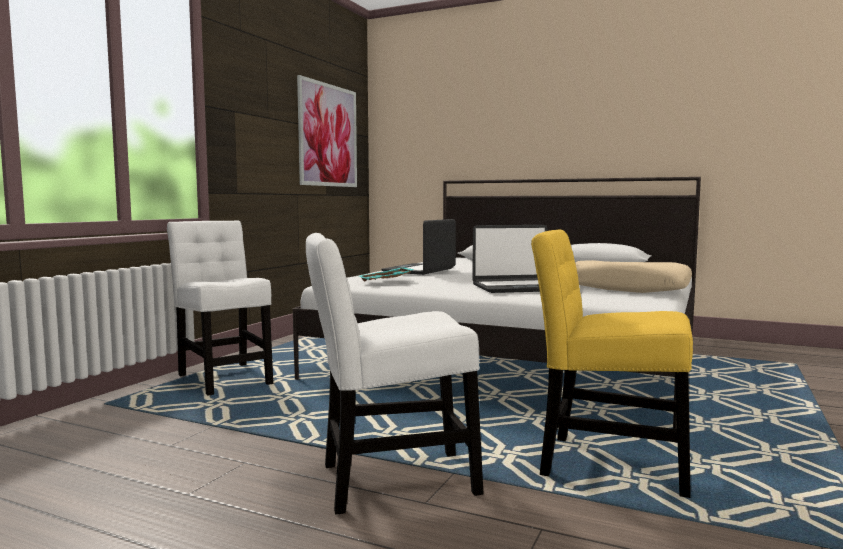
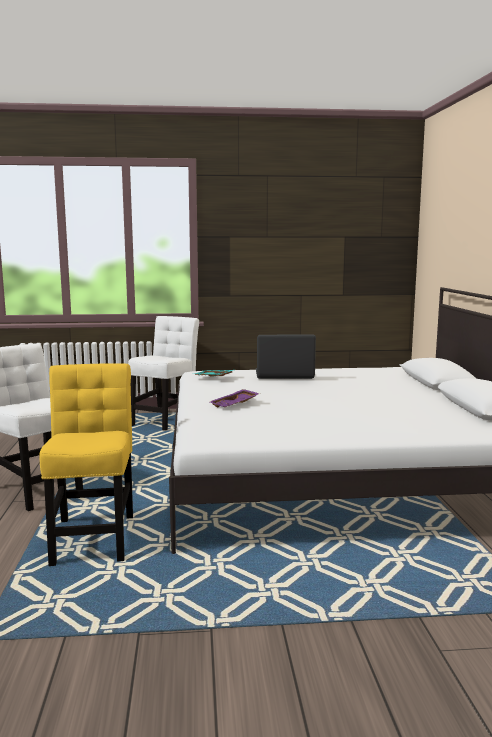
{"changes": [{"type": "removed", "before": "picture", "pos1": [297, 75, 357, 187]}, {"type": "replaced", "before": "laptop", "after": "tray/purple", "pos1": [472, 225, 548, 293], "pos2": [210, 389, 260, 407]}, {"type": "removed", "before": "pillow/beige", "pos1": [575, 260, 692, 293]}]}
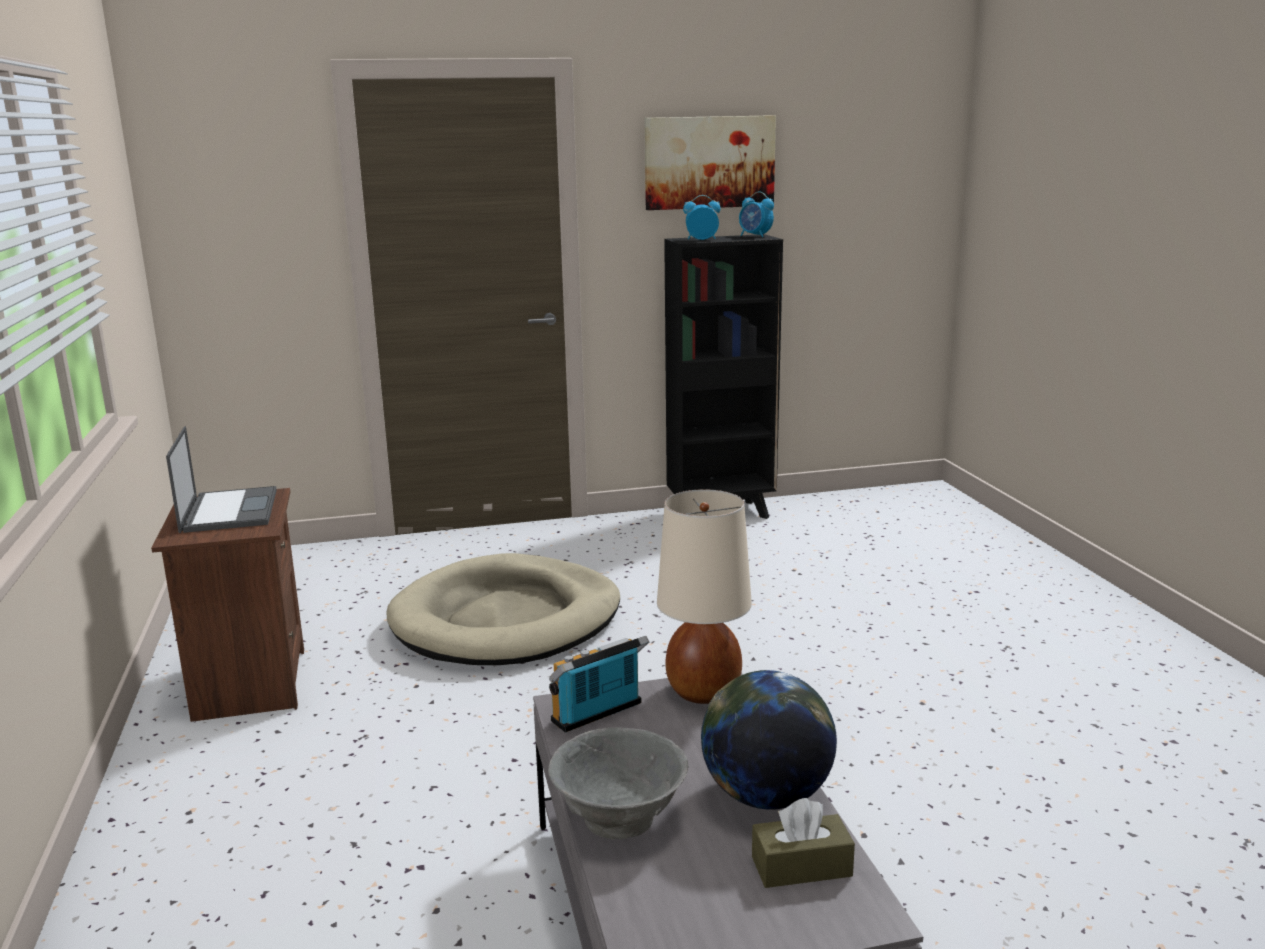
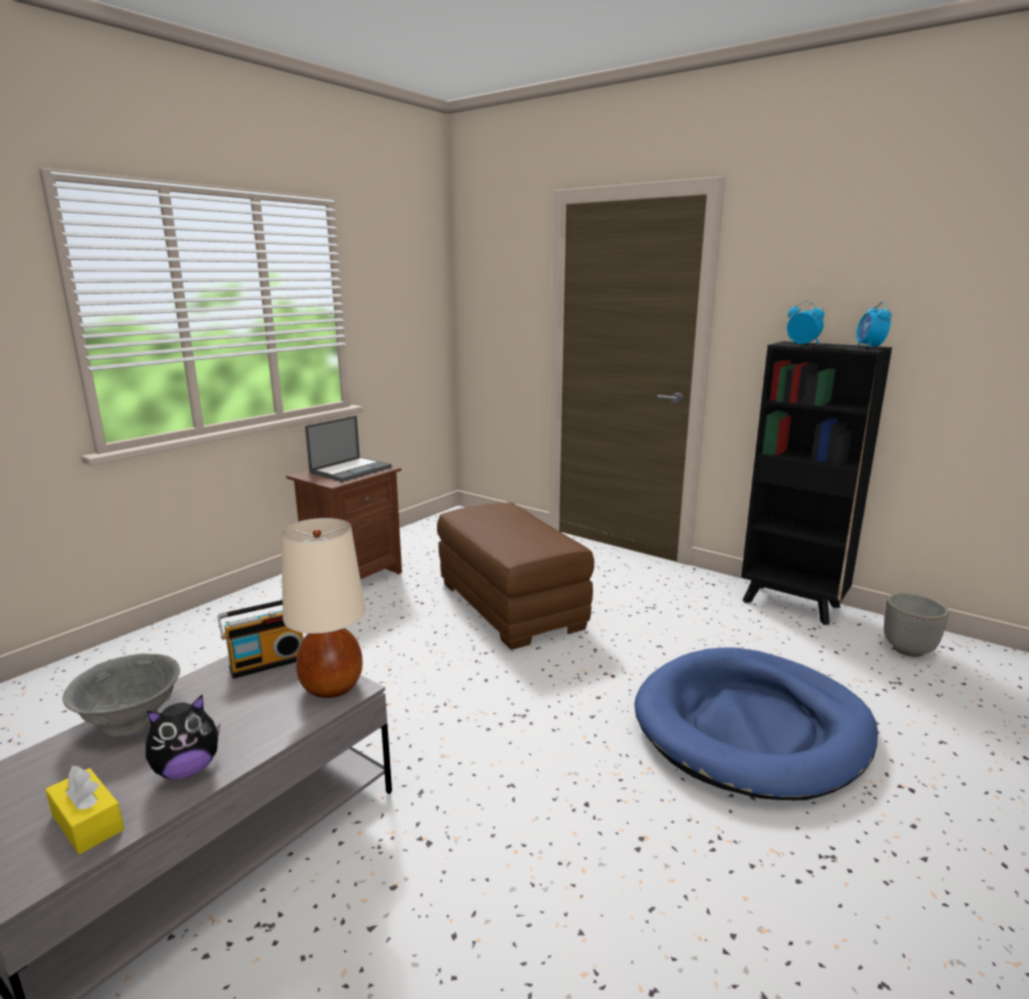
{"changes": [{"type": "removed", "before": "picture", "pos1": [644, 115, 776, 210]}, {"type": "replaced", "before": "dog bed/beige", "after": "ottoman/brown", "pos1": [387, 553, 620, 665], "pos2": [437, 502, 594, 650]}, {"type": "turned", "before": "radio", "pos1": [549, 636, 649, 733], "pos2": [218, 600, 303, 679], "turn": 135}, {"type": "replaced", "before": "globe", "after": "plush toy", "pos1": [701, 670, 837, 810], "pos2": [146, 695, 220, 779]}, {"type": "recoloured", "before": "tissue box/brown", "after": "tissue box/yellow", "pos1": [752, 798, 855, 888], "pos2": [45, 766, 124, 854]}, {"type": "added", "after": "planter", "pos2": [884, 593, 949, 657]}, {"type": "added", "after": "dog bed/blue", "pos2": [634, 647, 878, 800]}]}
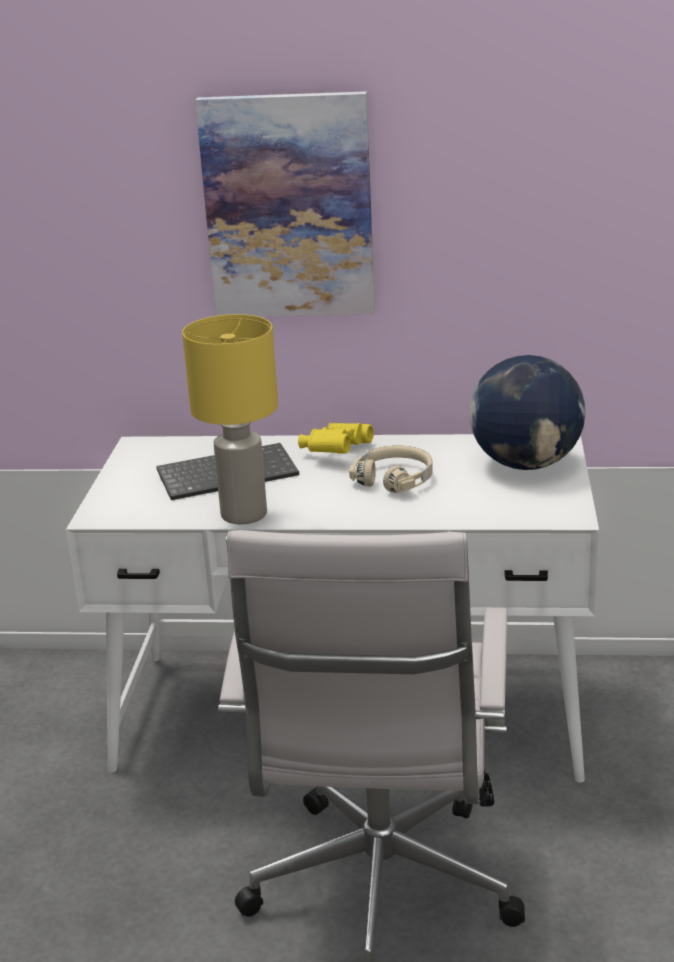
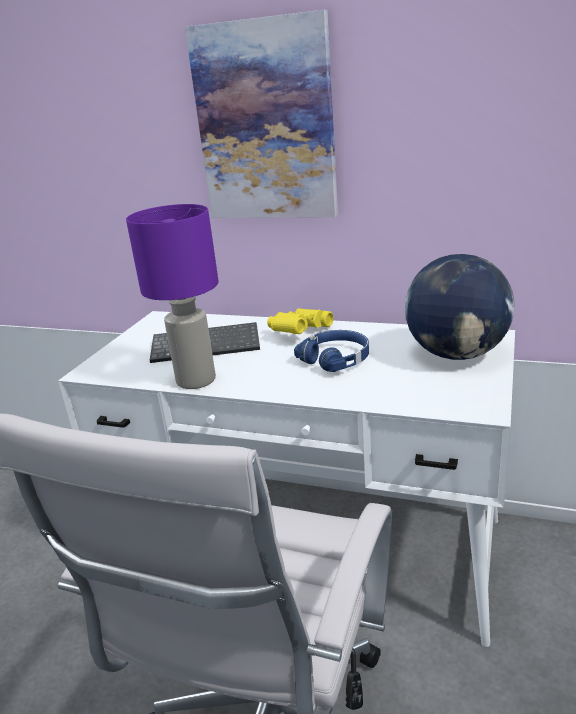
{"changes": [{"type": "recoloured", "before": "table lamp/yellow", "after": "table lamp/purple", "pos1": [182, 314, 278, 524], "pos2": [126, 204, 218, 389]}, {"type": "recoloured", "before": "headphones/beige", "after": "headphones/blue", "pos1": [349, 445, 433, 493], "pos2": [294, 330, 369, 372]}]}
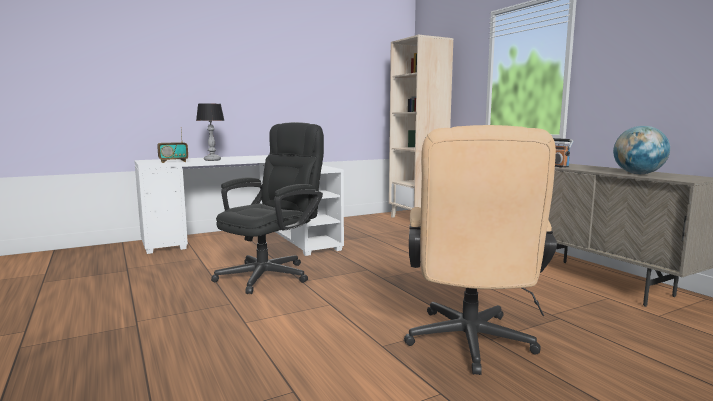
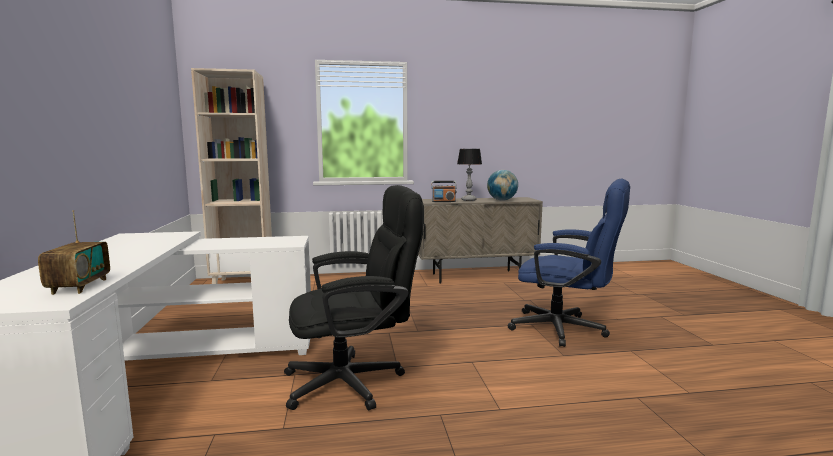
{"changes": [{"type": "moved", "before": "table lamp", "pos1": [196, 103, 225, 161], "pos2": [457, 149, 482, 201]}, {"type": "turned", "before": "office chair/black", "pos1": [211, 122, 324, 294], "pos2": [284, 185, 424, 410], "turn": 105}, {"type": "recoloured", "before": "office chair/beige", "after": "office chair/blue", "pos1": [404, 125, 557, 375], "pos2": [508, 179, 630, 347]}]}
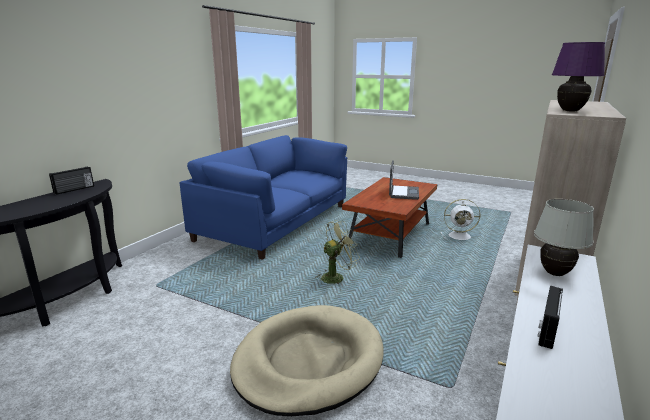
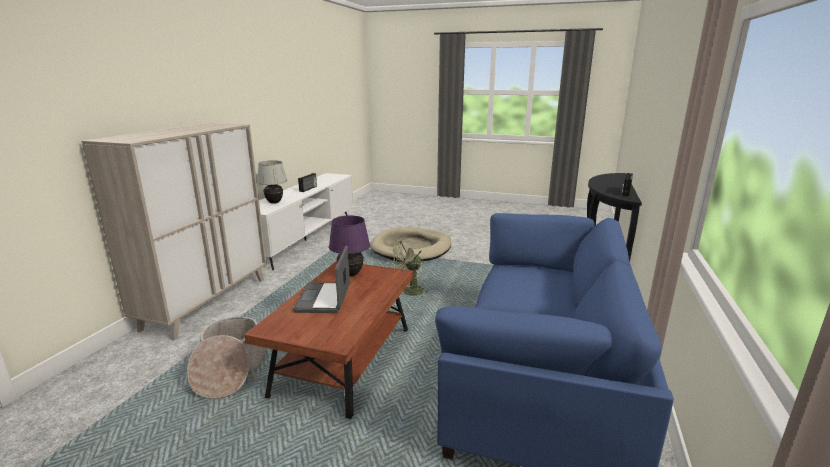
{"changes": [{"type": "moved", "before": "table lamp/purple", "pos1": [552, 42, 605, 111], "pos2": [329, 215, 370, 277]}, {"type": "replaced", "before": "fan/white", "after": "basket", "pos1": [440, 199, 480, 240], "pos2": [187, 317, 267, 399]}]}
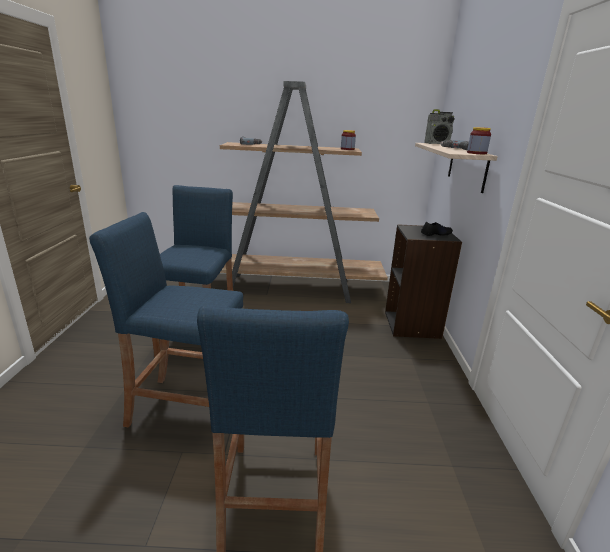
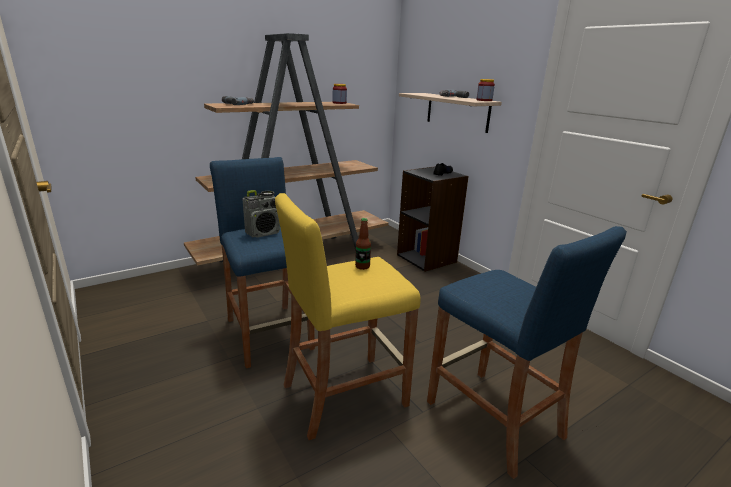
{"changes": [{"type": "moved", "before": "radio", "pos1": [424, 109, 455, 144], "pos2": [243, 190, 280, 238]}, {"type": "recoloured", "before": "stool/blue", "after": "stool/yellow", "pos1": [89, 212, 243, 428], "pos2": [275, 193, 421, 440]}, {"type": "added", "after": "bottle", "pos2": [355, 218, 371, 270]}]}
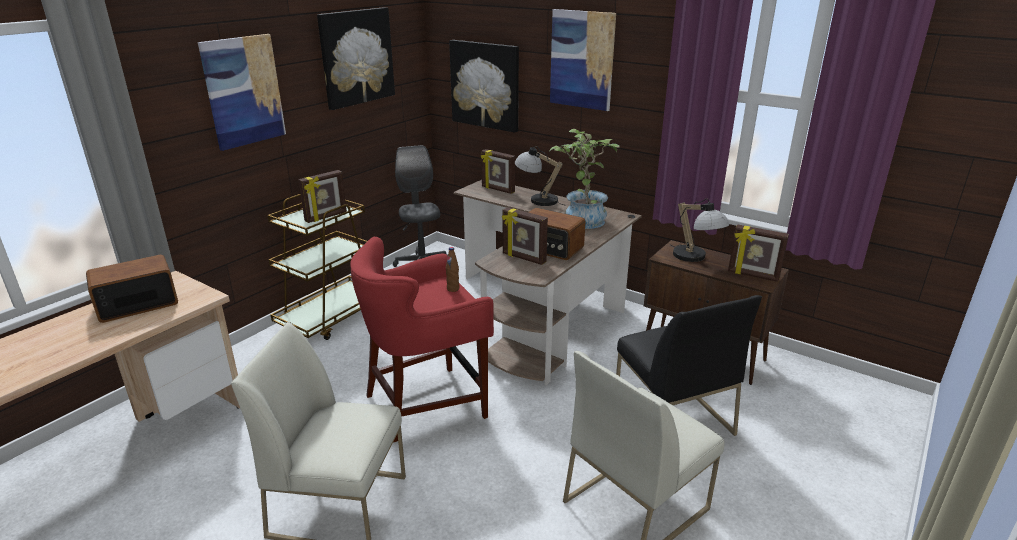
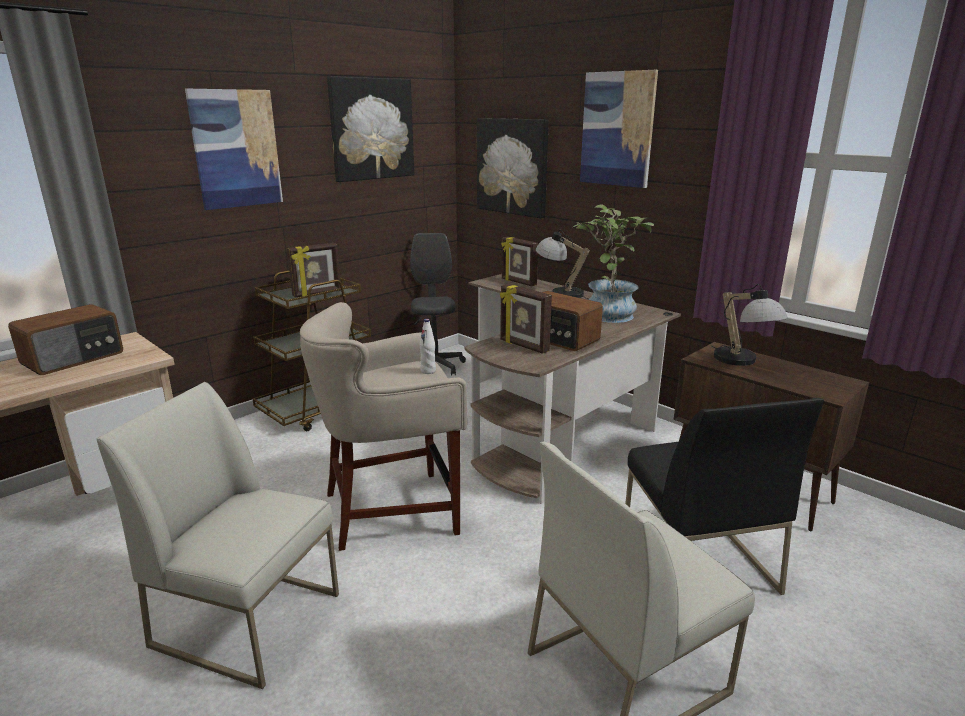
{"changes": [{"type": "removed", "before": "picture frame", "pos1": [728, 224, 789, 282]}, {"type": "recoloured", "before": "stool/red", "after": "stool/beige", "pos1": [350, 237, 494, 443], "pos2": [300, 302, 467, 551]}, {"type": "recoloured", "before": "bottle/brown", "after": "bottle/white", "pos1": [446, 247, 459, 292], "pos2": [419, 319, 436, 374]}, {"type": "turned", "before": "radio", "pos1": [86, 255, 178, 323], "pos2": [8, 304, 123, 375], "turn": 150}]}
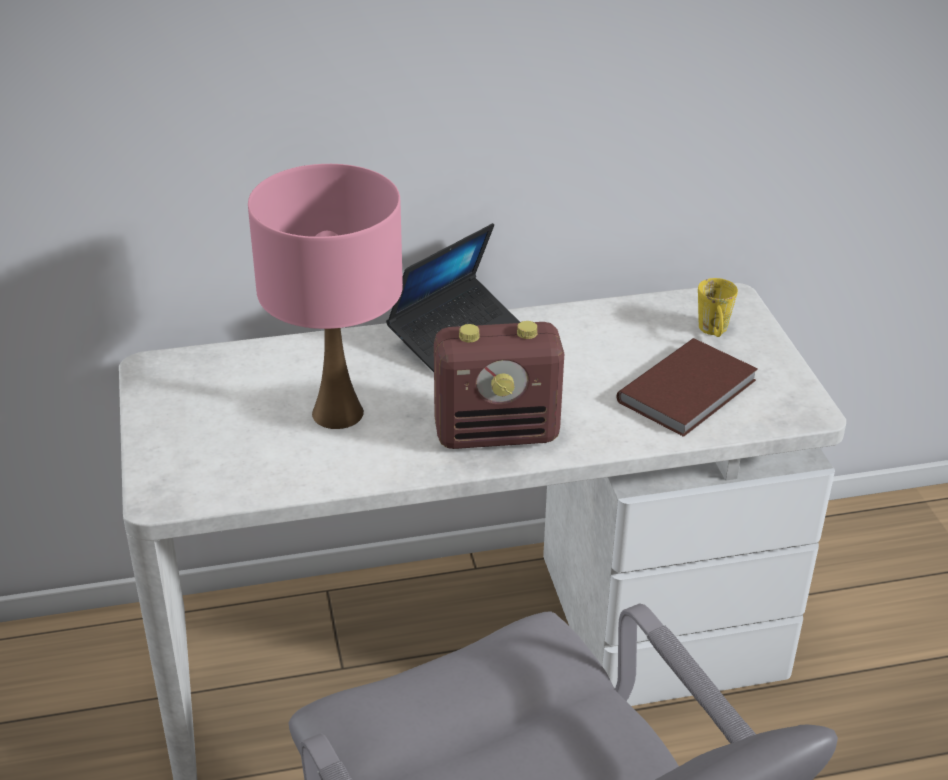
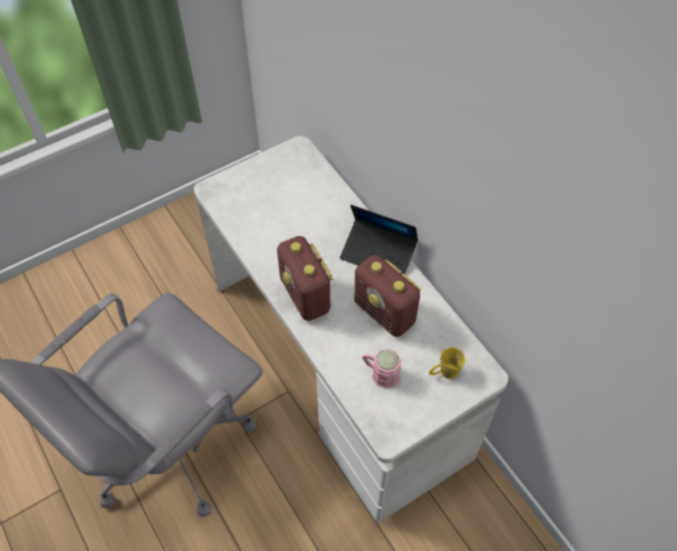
{"changes": [{"type": "removed", "before": "table lamp/pink", "pos1": [248, 164, 403, 429]}, {"type": "replaced", "before": "book/brown", "after": "mug/pink", "pos1": [617, 338, 758, 437], "pos2": [362, 349, 401, 389]}, {"type": "added", "after": "radio", "pos2": [354, 255, 421, 337]}]}
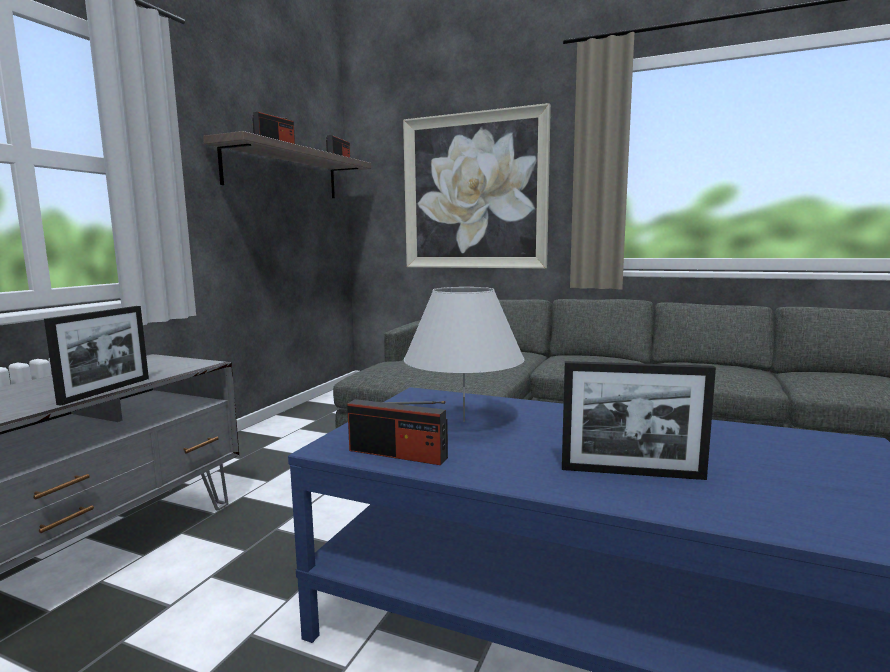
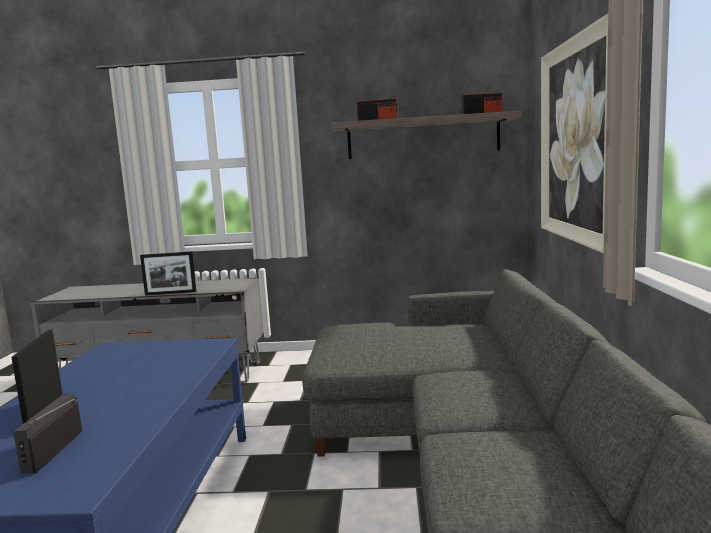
{"changes": [{"type": "removed", "before": "table lamp/white", "pos1": [404, 287, 525, 422]}, {"type": "moved", "before": "radio", "pos1": [347, 399, 448, 465], "pos2": [13, 394, 82, 474]}]}
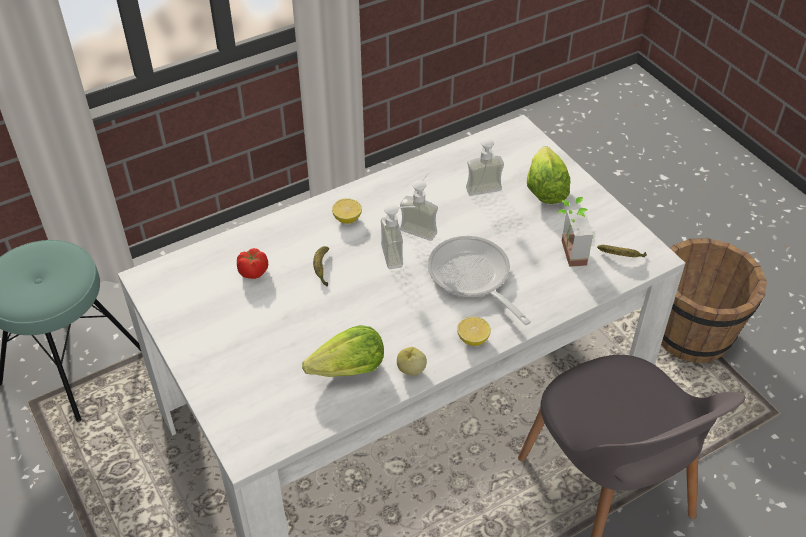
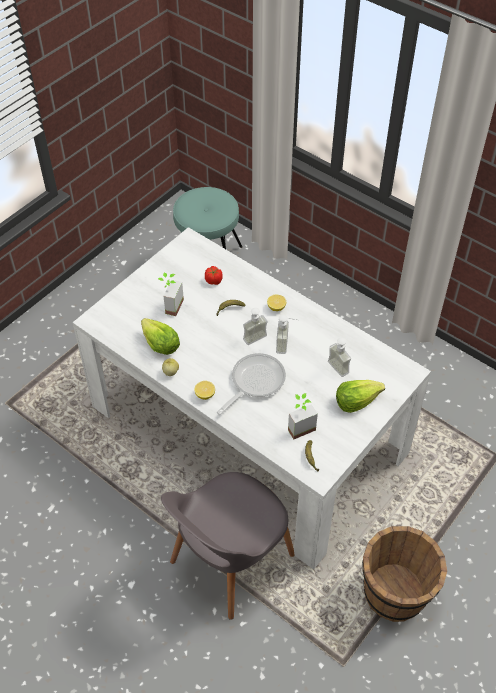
{"changes": [{"type": "added", "after": "potted plant", "pos2": [158, 272, 184, 316]}]}
